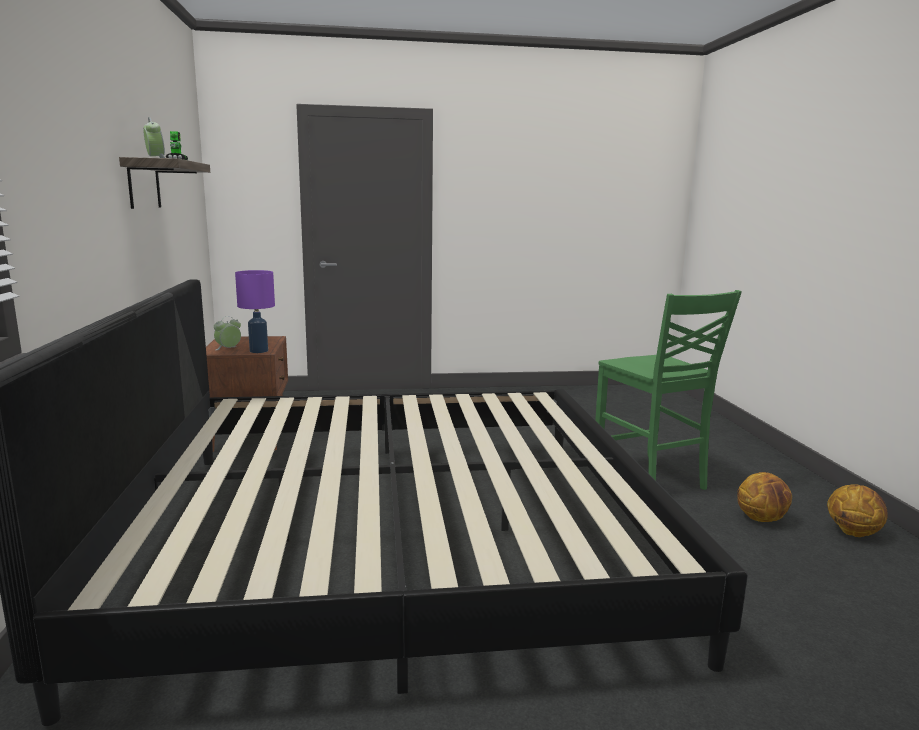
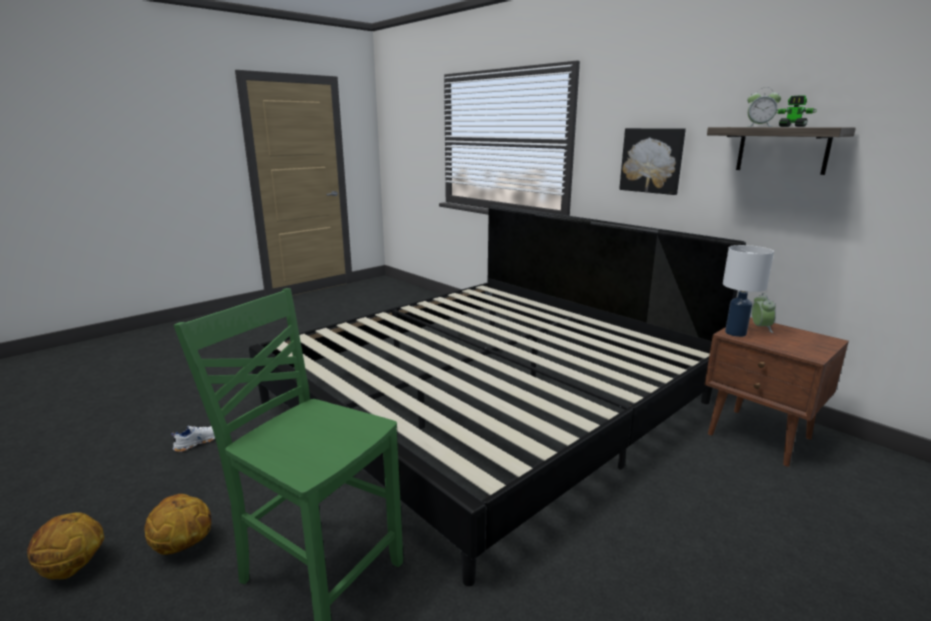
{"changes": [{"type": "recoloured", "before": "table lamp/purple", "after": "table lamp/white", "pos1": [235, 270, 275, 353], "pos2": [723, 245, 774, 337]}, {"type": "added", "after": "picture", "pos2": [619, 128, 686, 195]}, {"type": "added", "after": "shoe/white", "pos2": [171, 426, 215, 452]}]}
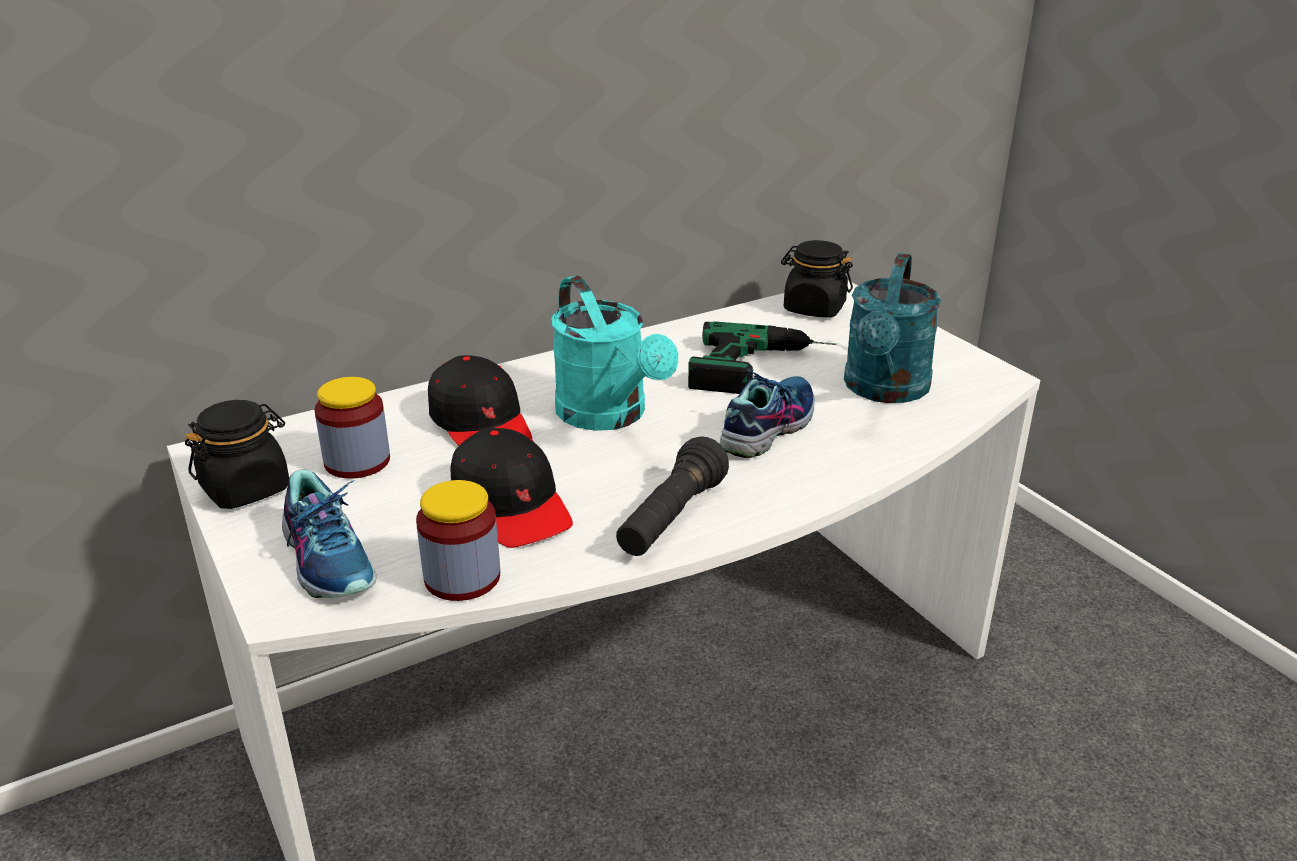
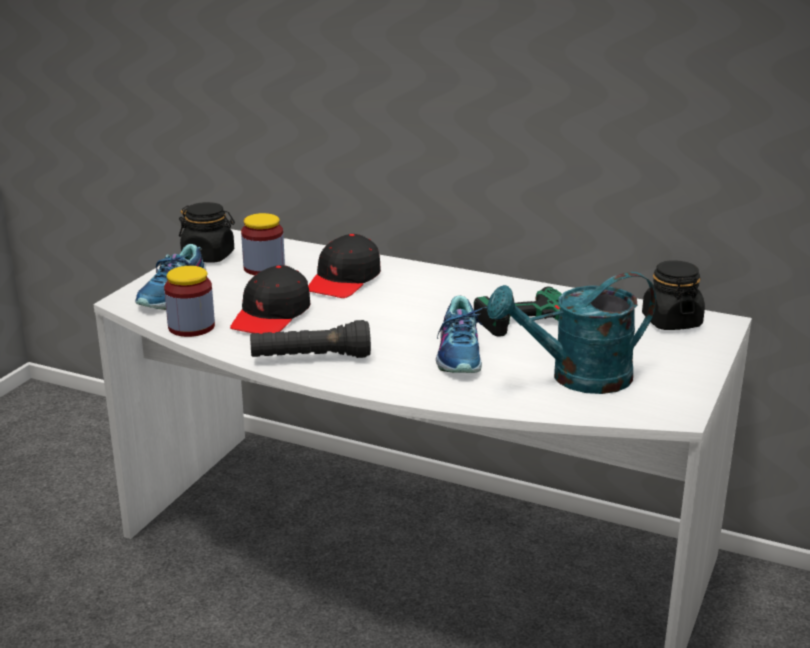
{"changes": [{"type": "removed", "before": "watering can/turquoise", "pos1": [551, 275, 678, 431]}, {"type": "turned", "before": "shoe", "pos1": [720, 365, 814, 458], "pos2": [436, 296, 487, 373], "turn": 90}]}
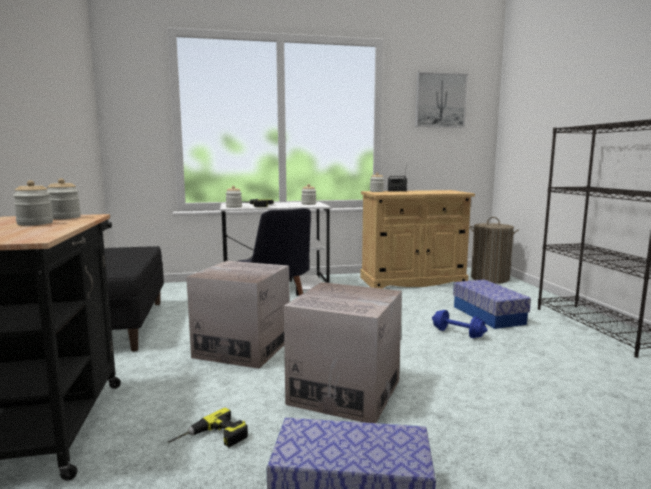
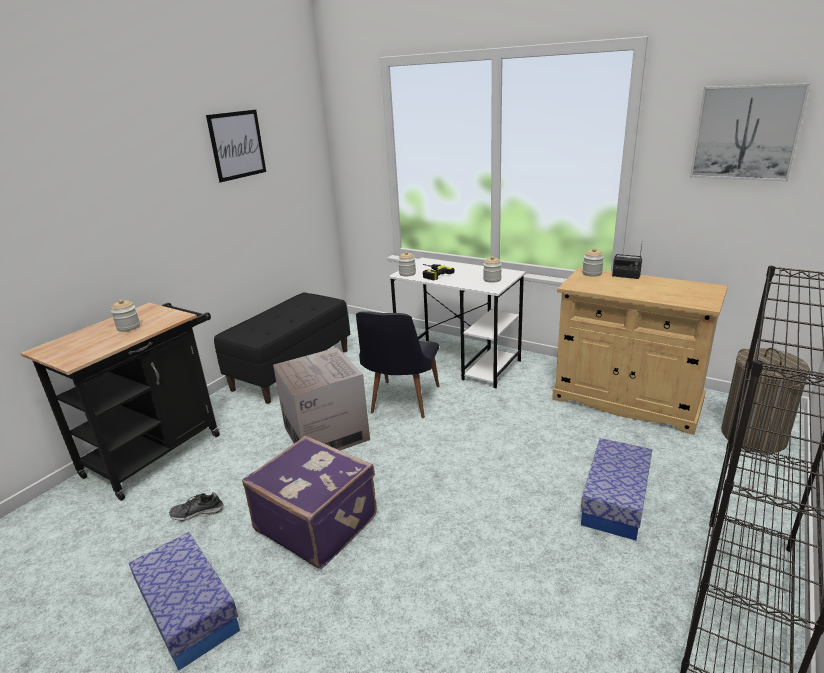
{"changes": [{"type": "removed", "before": "jar", "pos1": [47, 178, 81, 219]}, {"type": "replaced", "before": "cardboard box", "after": "suitcase/purple", "pos1": [284, 282, 402, 423], "pos2": [242, 436, 377, 569]}, {"type": "removed", "before": "dumbbell/blue", "pos1": [432, 310, 488, 338]}, {"type": "replaced", "before": "power drill", "after": "shoe", "pos1": [168, 407, 248, 448], "pos2": [169, 492, 224, 522]}, {"type": "added", "after": "picture", "pos2": [206, 110, 266, 182]}]}
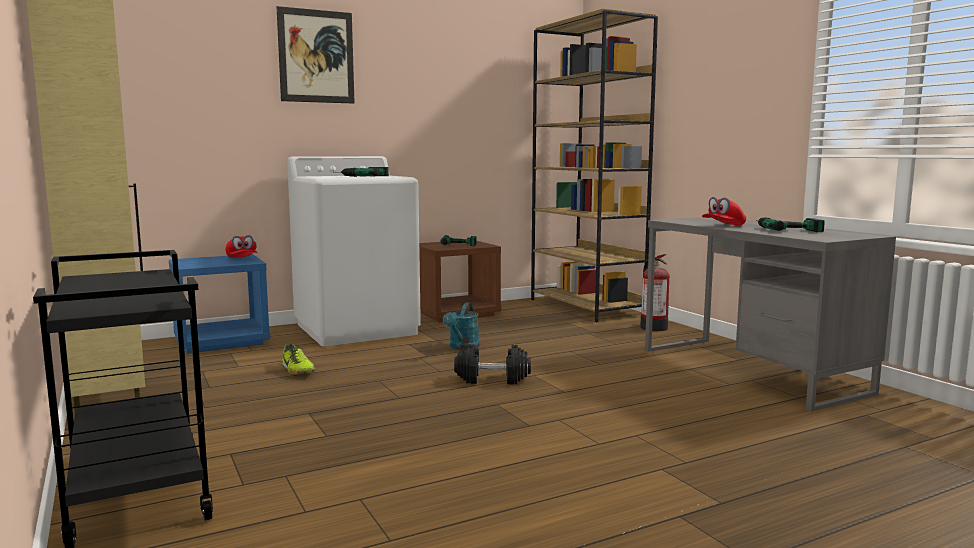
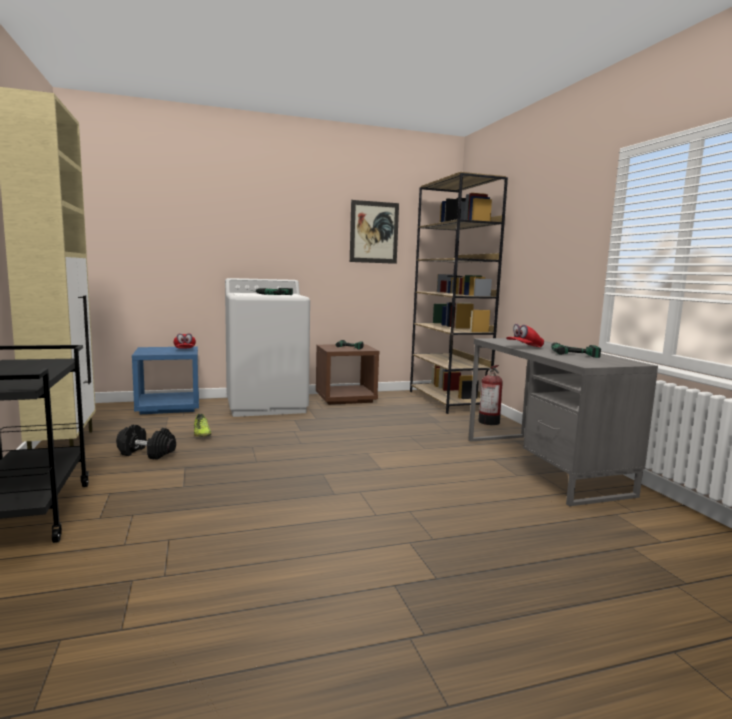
{"changes": [{"type": "moved", "before": "picture", "pos1": [277, 6, 355, 104], "pos2": [350, 200, 399, 264]}, {"type": "removed", "before": "watering can/turquoise", "pos1": [443, 302, 479, 350]}, {"type": "moved", "before": "dumbbell/black", "pos1": [454, 344, 531, 384], "pos2": [116, 425, 176, 460]}]}
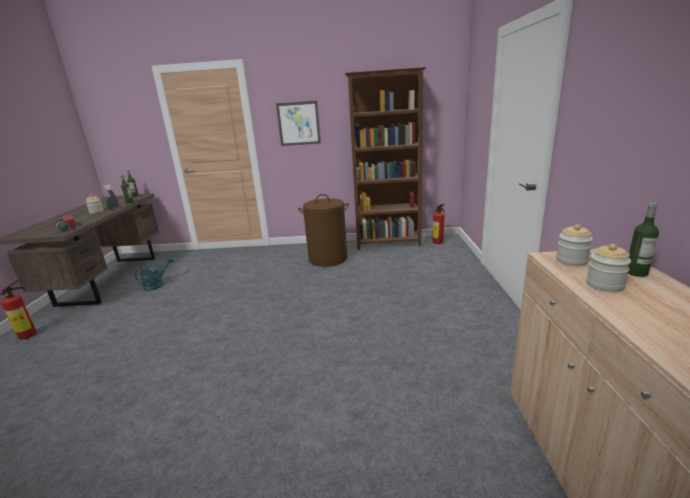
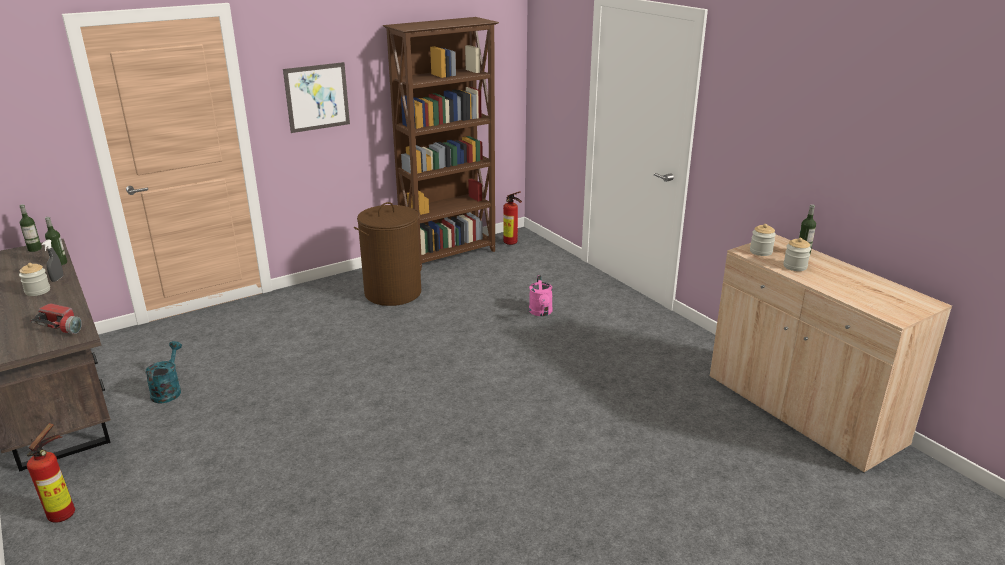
{"changes": [{"type": "added", "after": "watering can/pink", "pos2": [529, 275, 553, 316]}]}
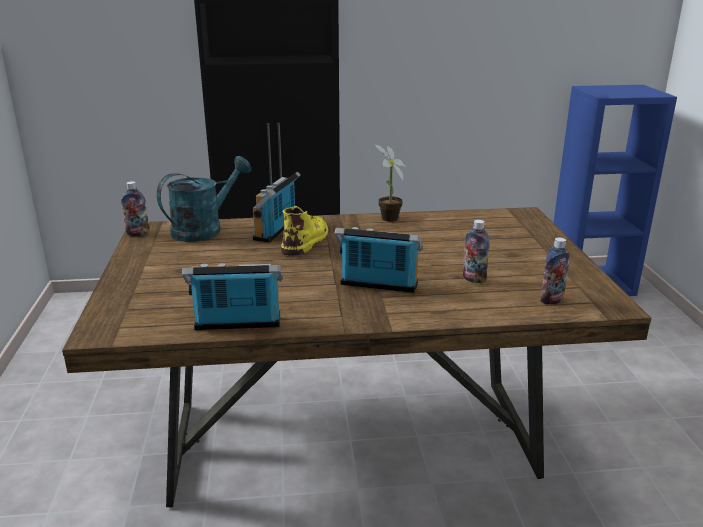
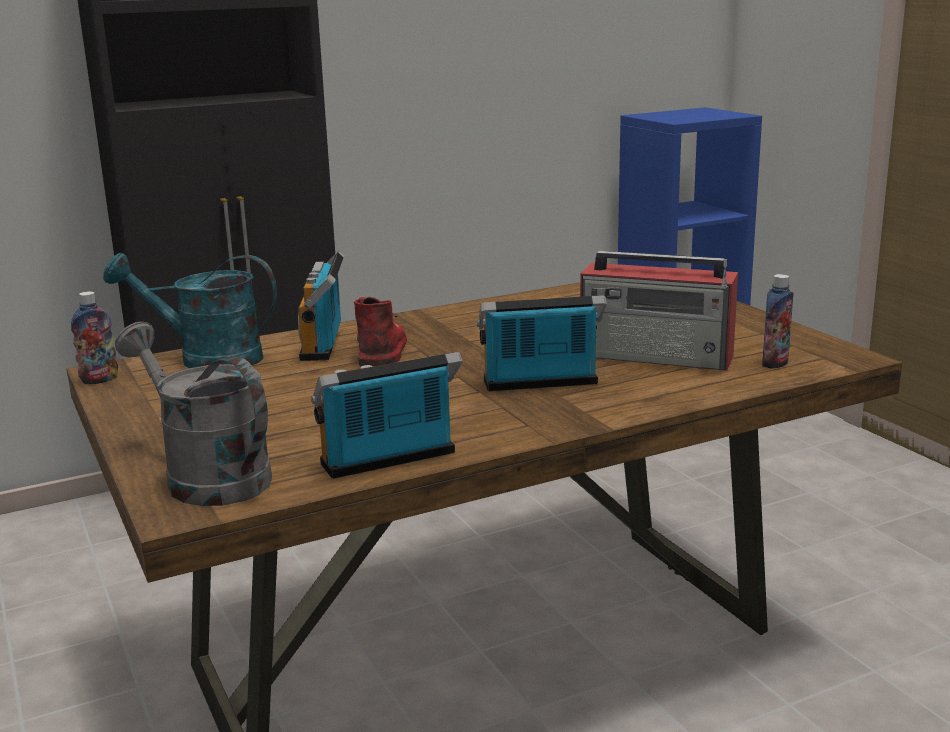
{"changes": [{"type": "removed", "before": "potted plant", "pos1": [375, 145, 406, 222]}, {"type": "turned", "before": "watering can/turquoise", "pos1": [157, 156, 252, 242], "pos2": [103, 253, 277, 368], "turn": -105}, {"type": "recoloured", "before": "boot/yellow", "after": "boot/red", "pos1": [281, 206, 328, 256], "pos2": [354, 297, 407, 367]}, {"type": "replaced", "before": "bottle", "after": "radio", "pos1": [463, 220, 490, 284], "pos2": [580, 251, 738, 371]}, {"type": "added", "after": "watering can/grey", "pos2": [115, 322, 272, 506]}]}
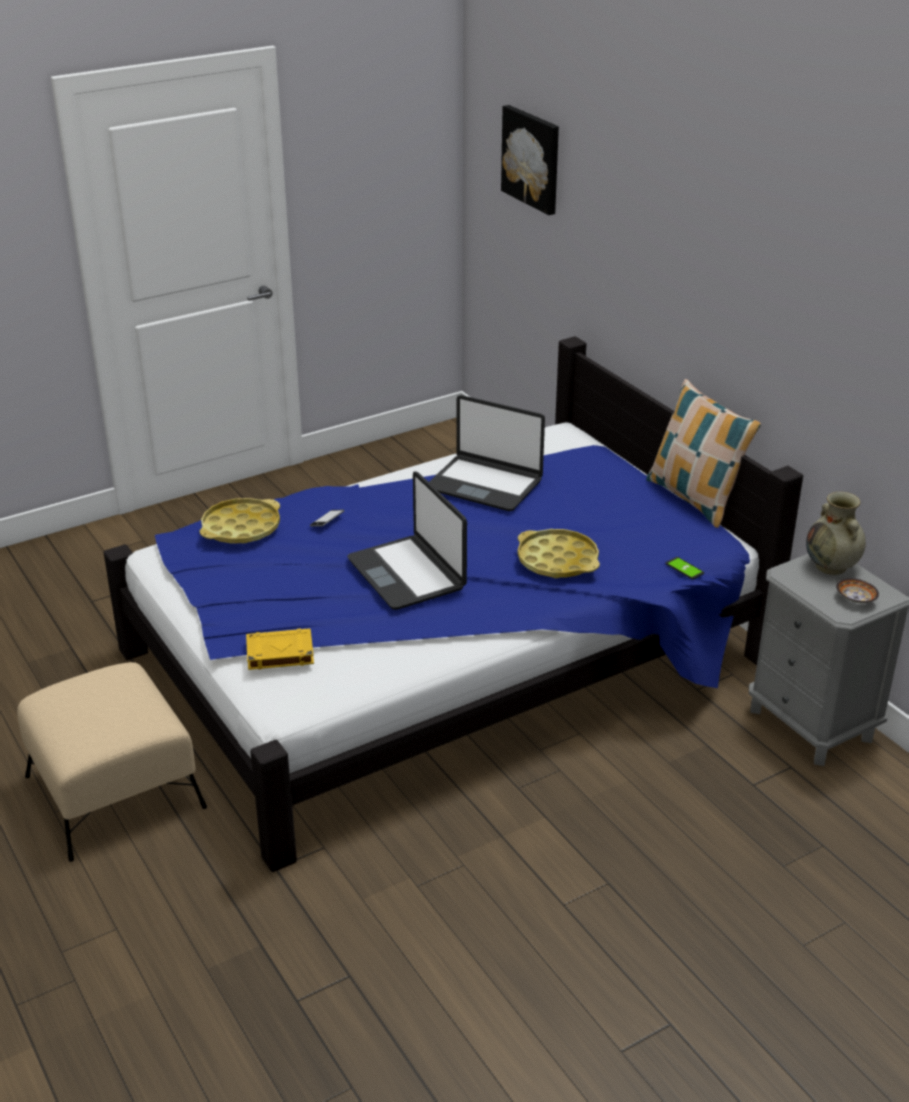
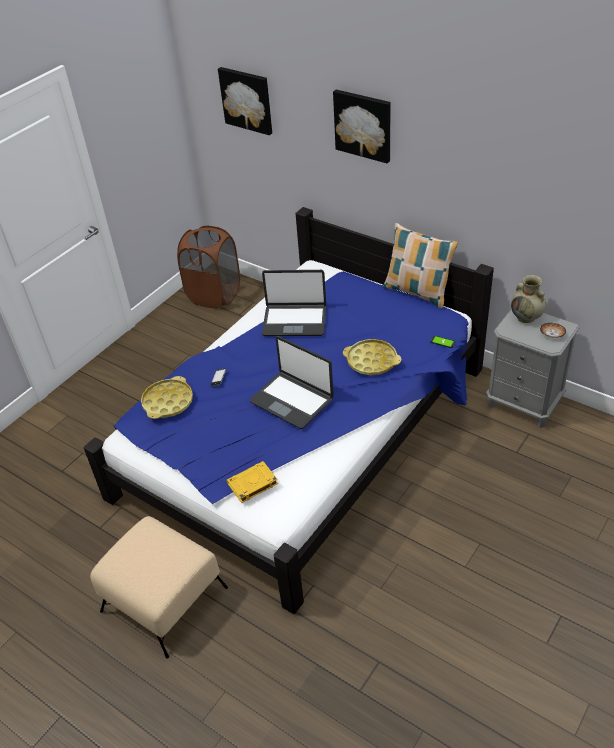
{"changes": [{"type": "added", "after": "picture", "pos2": [333, 90, 390, 163]}, {"type": "added", "after": "laundry basket/brown", "pos2": [177, 225, 240, 309]}]}
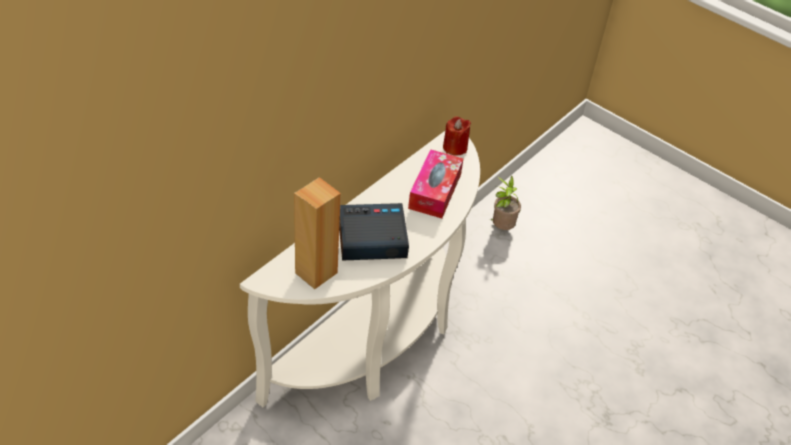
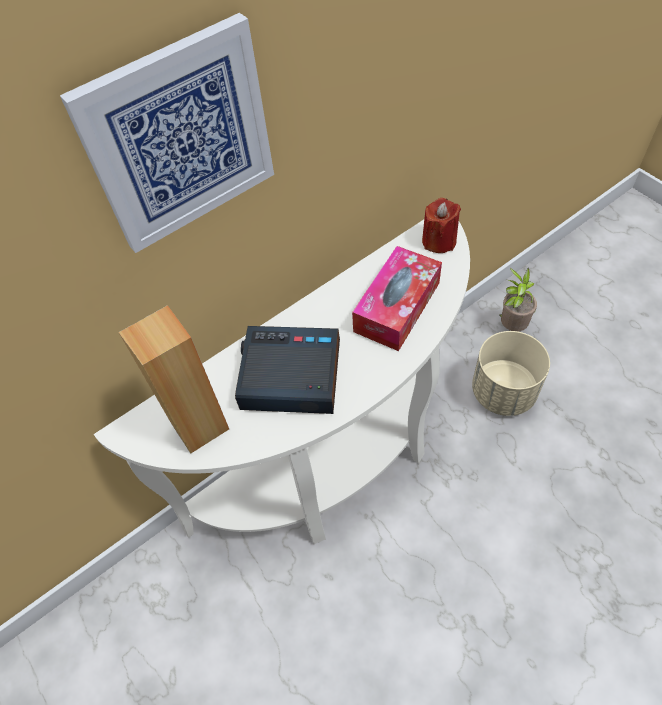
{"changes": [{"type": "added", "after": "picture", "pos2": [60, 13, 274, 253]}, {"type": "added", "after": "planter/beige", "pos2": [472, 331, 550, 416]}]}
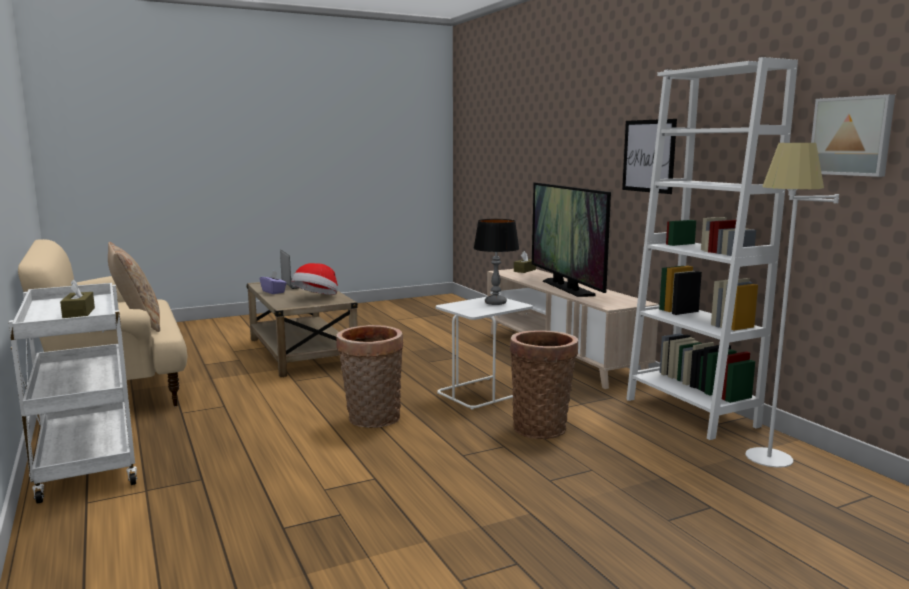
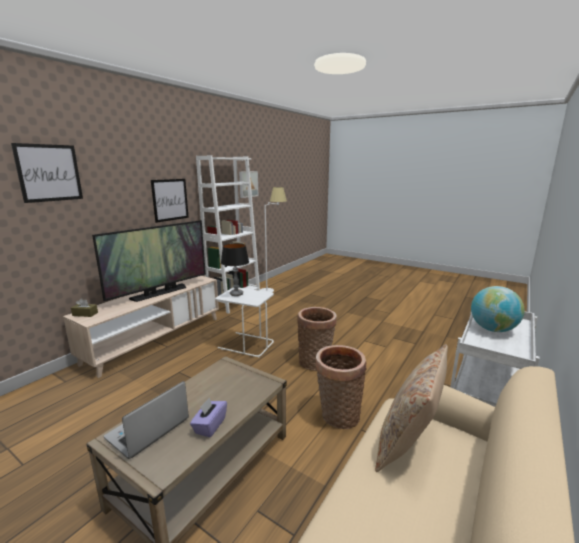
{"changes": [{"type": "removed", "before": "hat", "pos1": [291, 263, 338, 295]}, {"type": "replaced", "before": "tissue box/brown", "after": "globe", "pos1": [60, 280, 95, 318], "pos2": [471, 286, 524, 332]}, {"type": "moved", "before": "basket", "pos1": [510, 330, 578, 439], "pos2": [315, 345, 367, 429]}, {"type": "added", "after": "picture", "pos2": [11, 143, 83, 203]}]}
